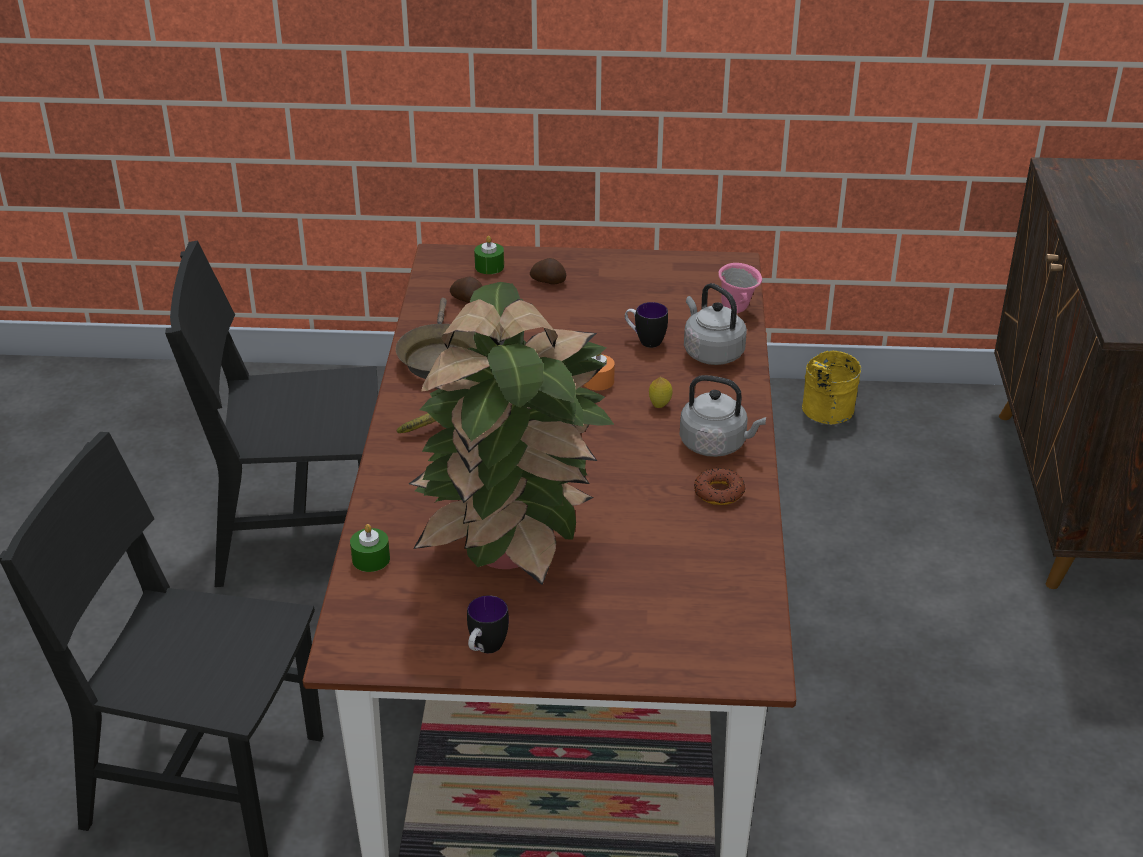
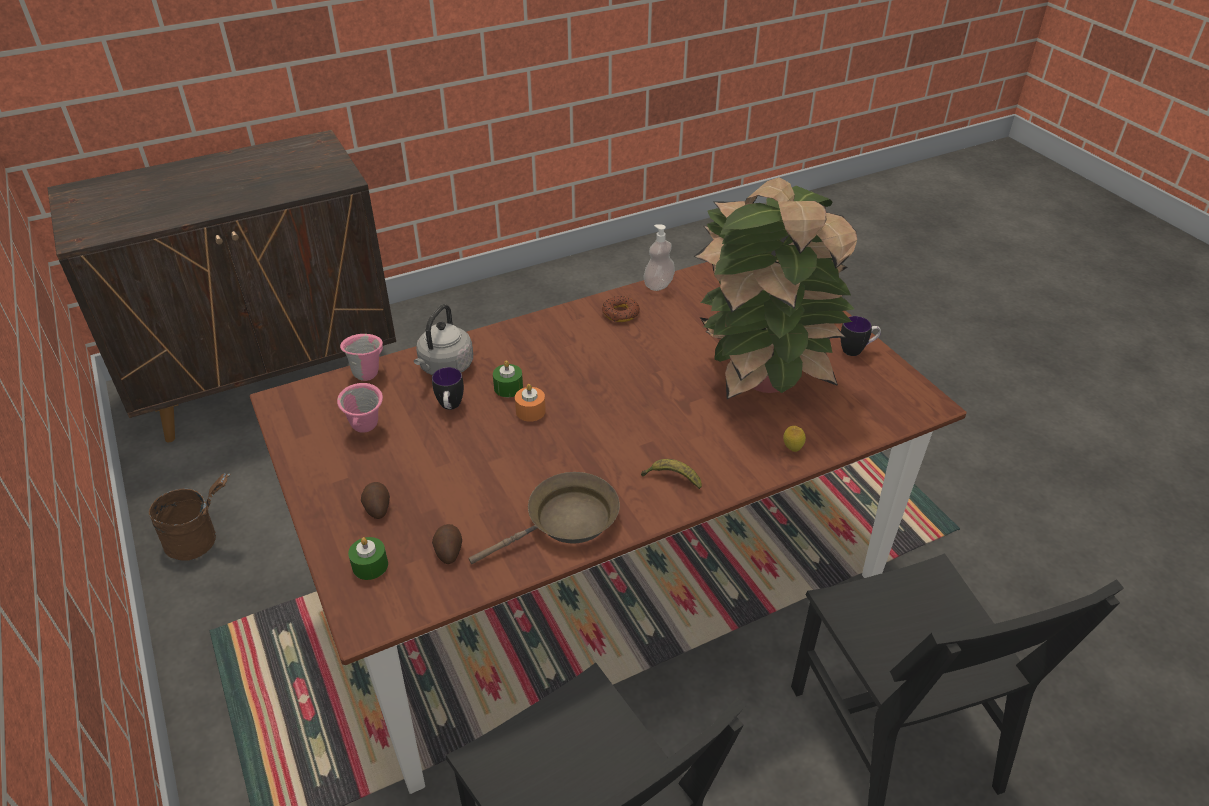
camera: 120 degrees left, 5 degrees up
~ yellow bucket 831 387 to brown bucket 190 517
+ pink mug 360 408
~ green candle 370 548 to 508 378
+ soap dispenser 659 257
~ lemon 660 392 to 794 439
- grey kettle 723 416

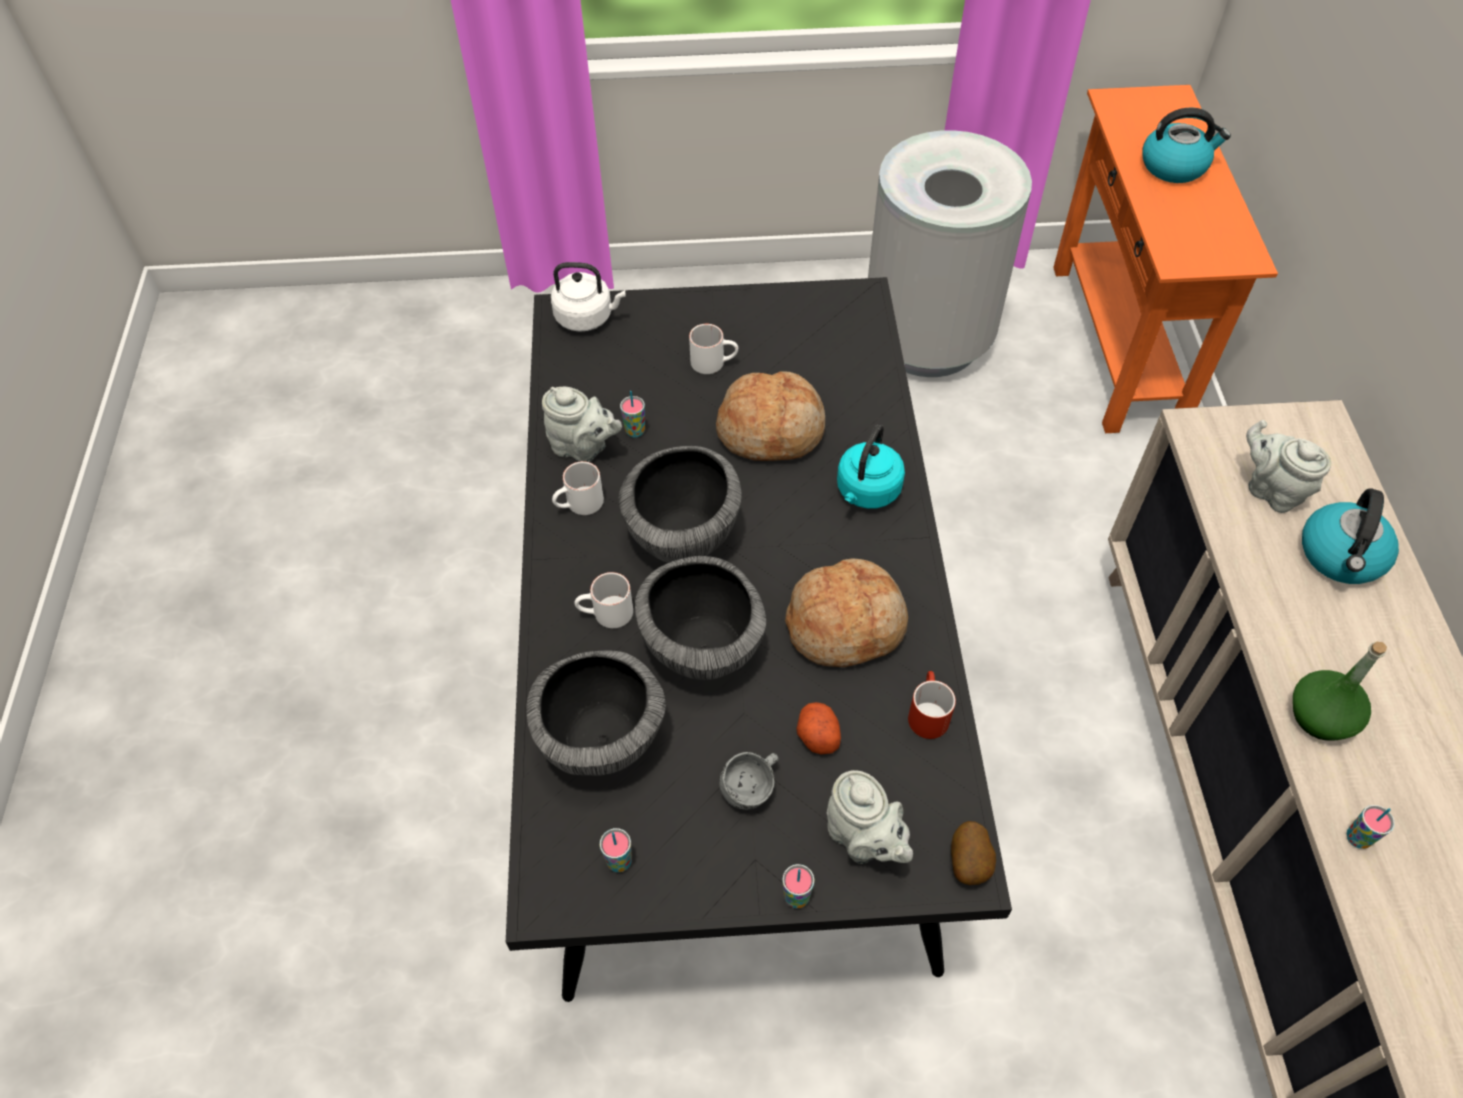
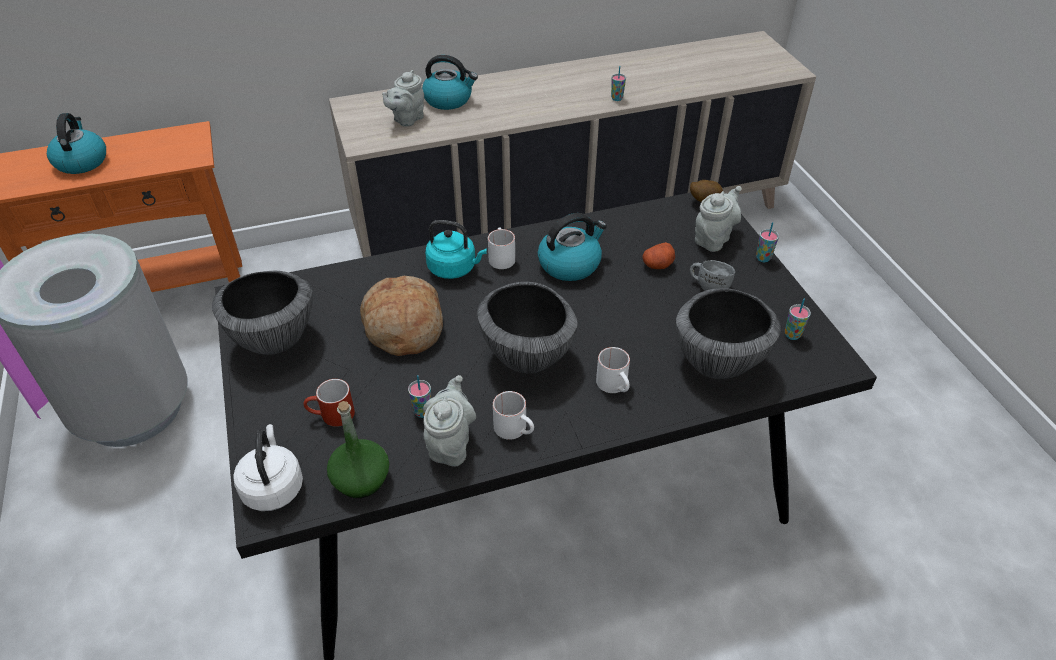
camera: 105 degrees left, 10 degrees down
~ bowl 700 618 to 262 313
~ red mug 932 705 to 329 403
~ green bottle 1340 691 to 358 449
~ white mug 713 349 to 501 248
~ bread 846 613 to kettle 572 247

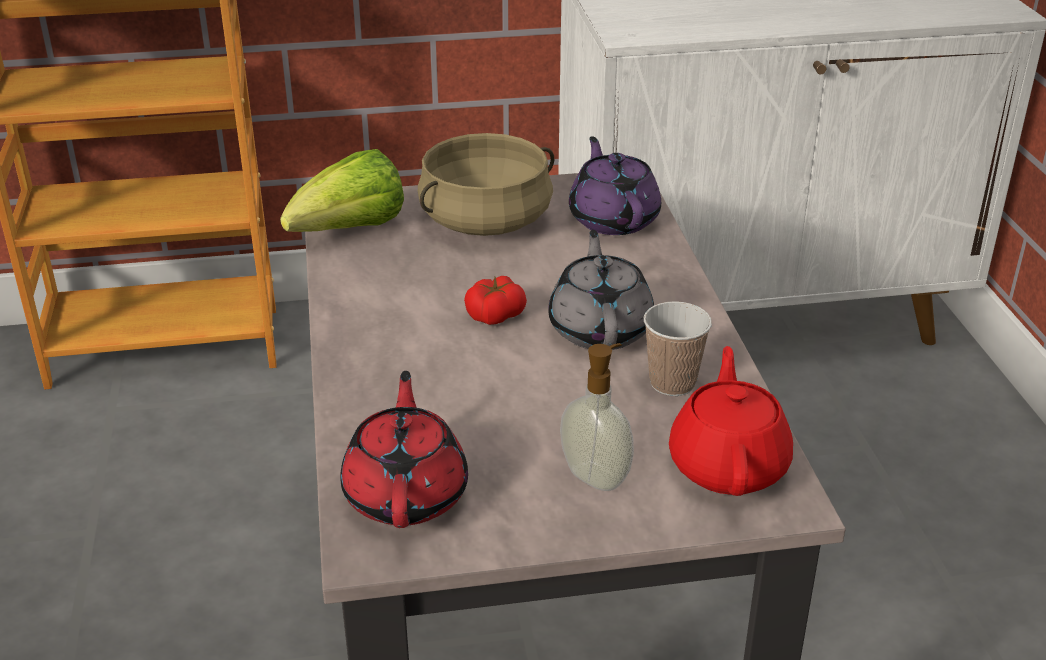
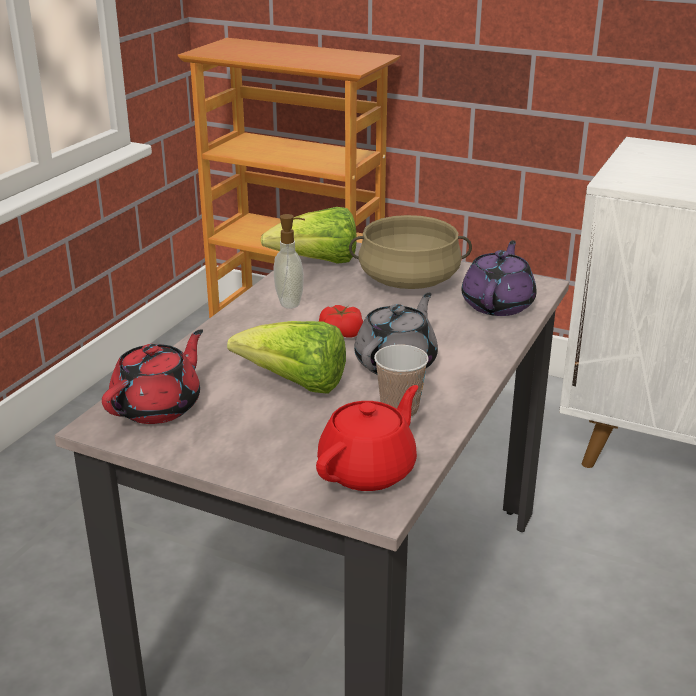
camera: 35 degrees right, 5 degrees down
+ lettuce 286 357
~ soap dispenser 597 417 to 289 261

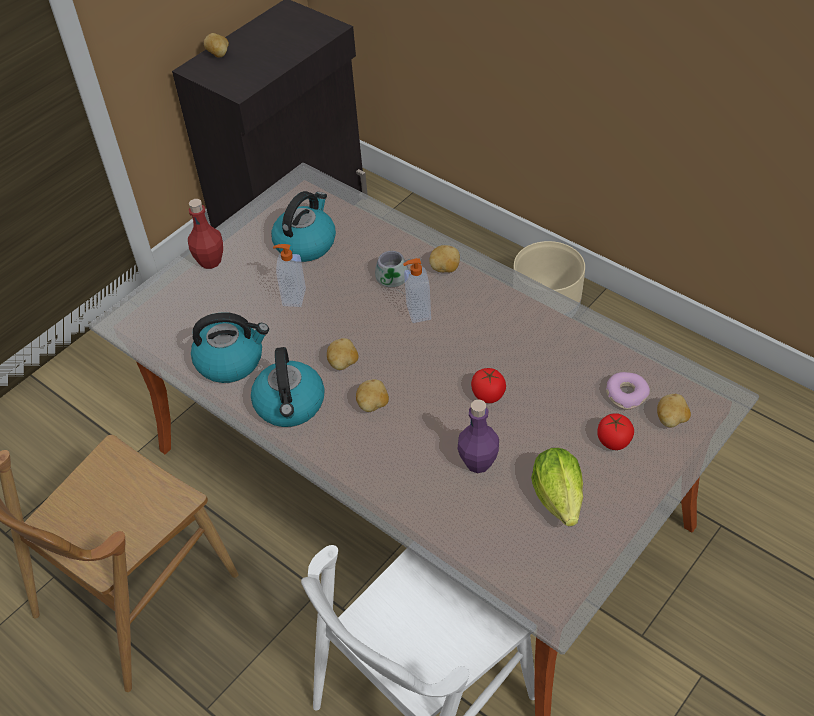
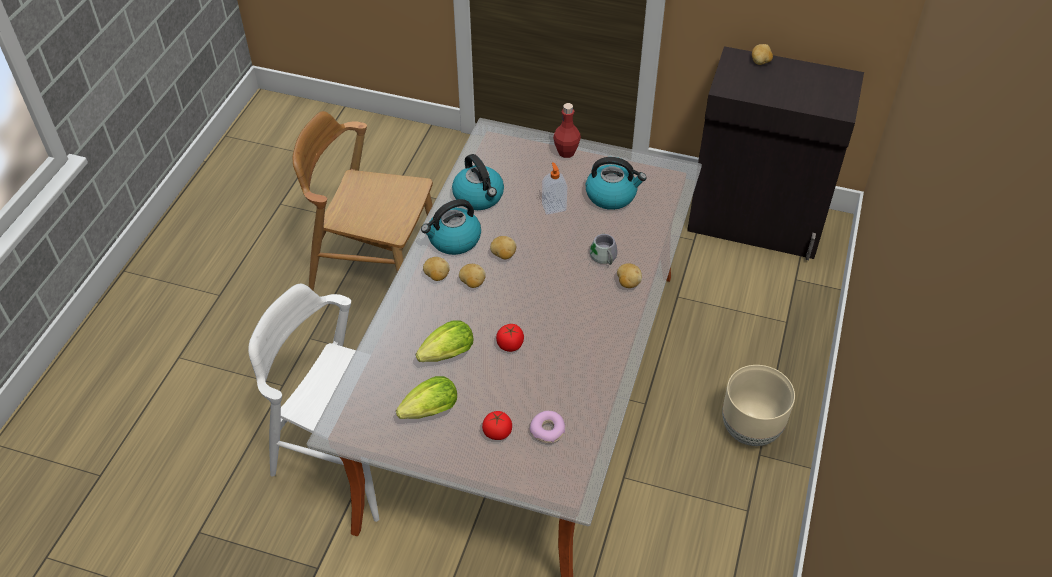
camera: 65 degrees right, 0 degrees up
~ purple bottle 478 436 to lettuce 444 341
~ potato 674 410 to 436 269
- soap dispenser 417 290

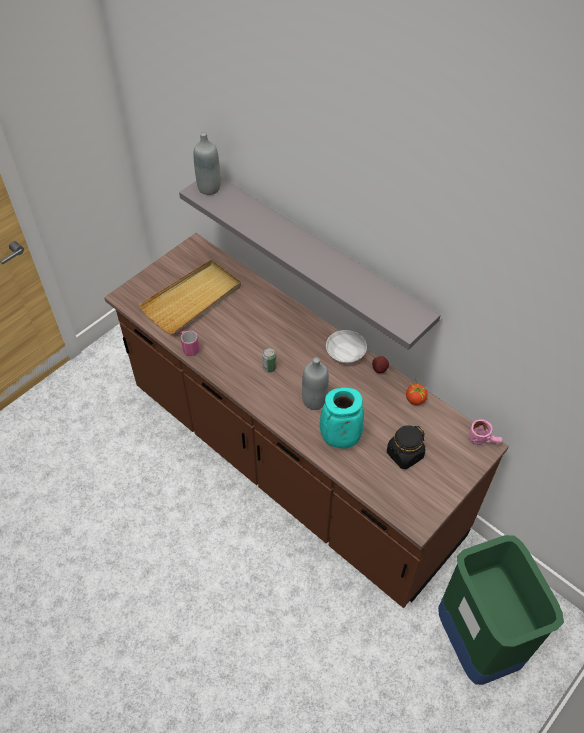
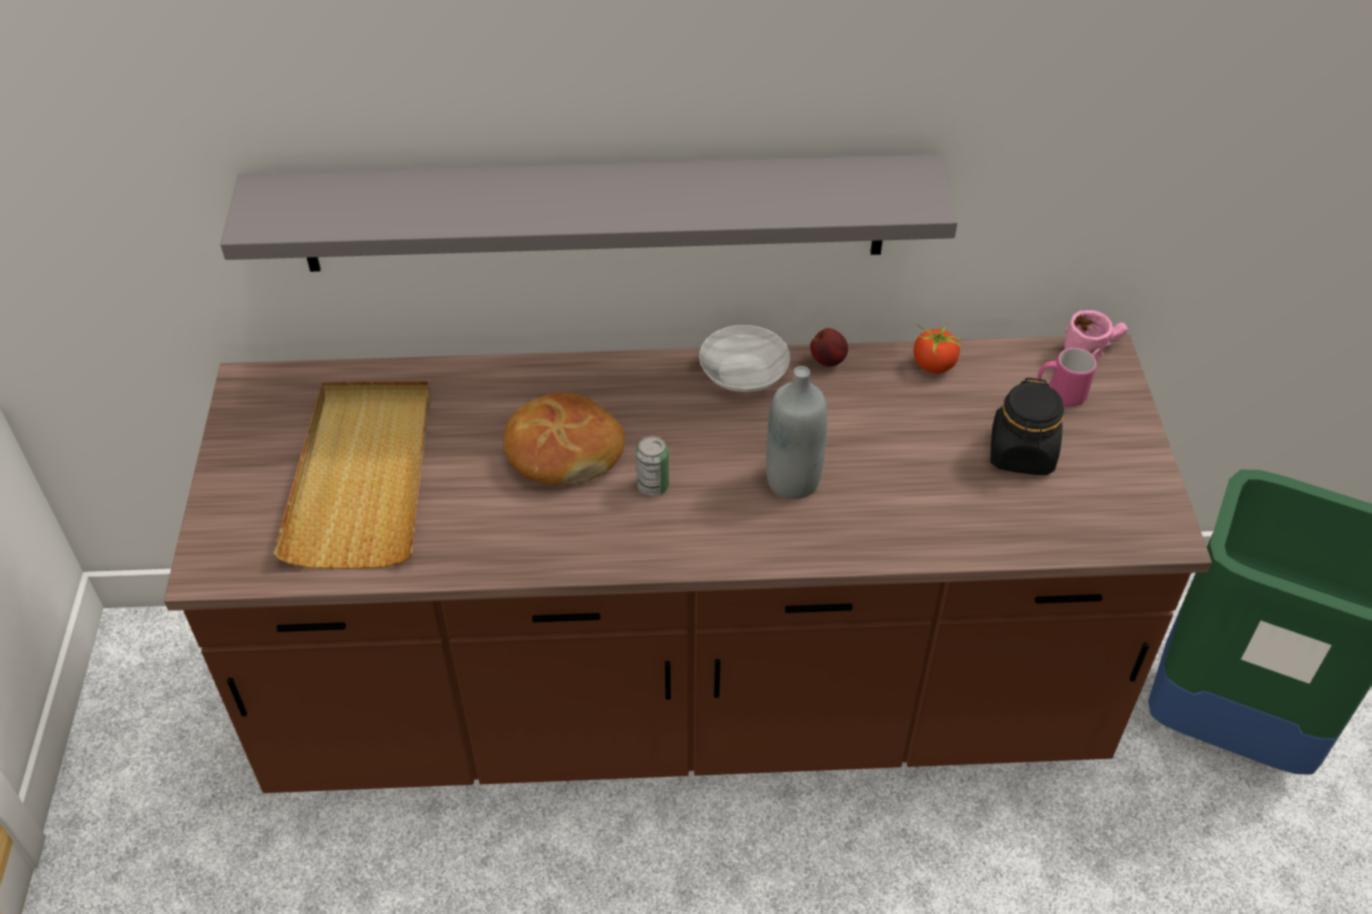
camera: 45 degrees left, 5 degrees down
+ bread 564 438
~ pink mug 190 343 to 1067 377
- grey bottle 207 163
- turquoise vase 342 418

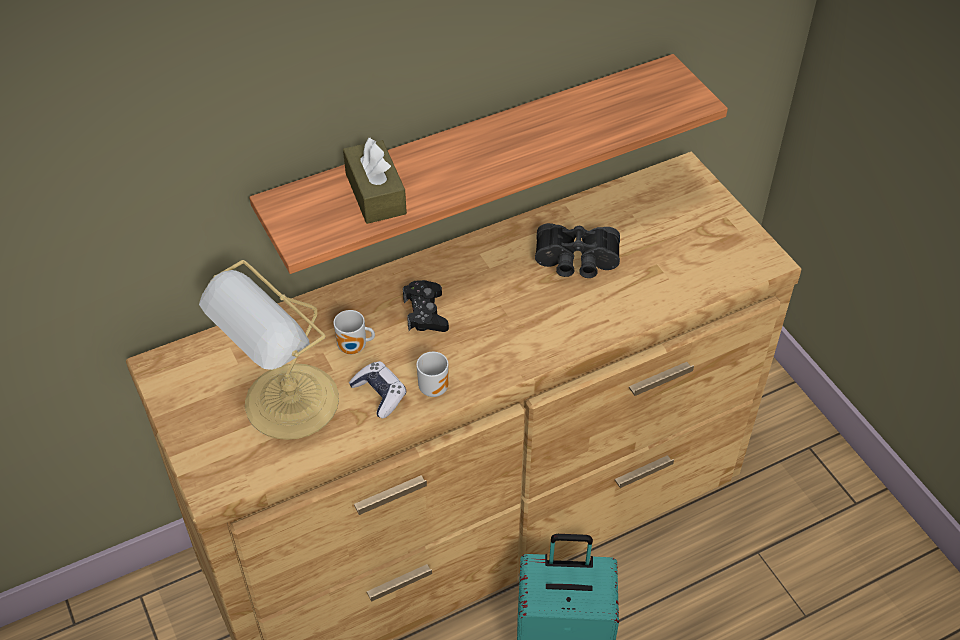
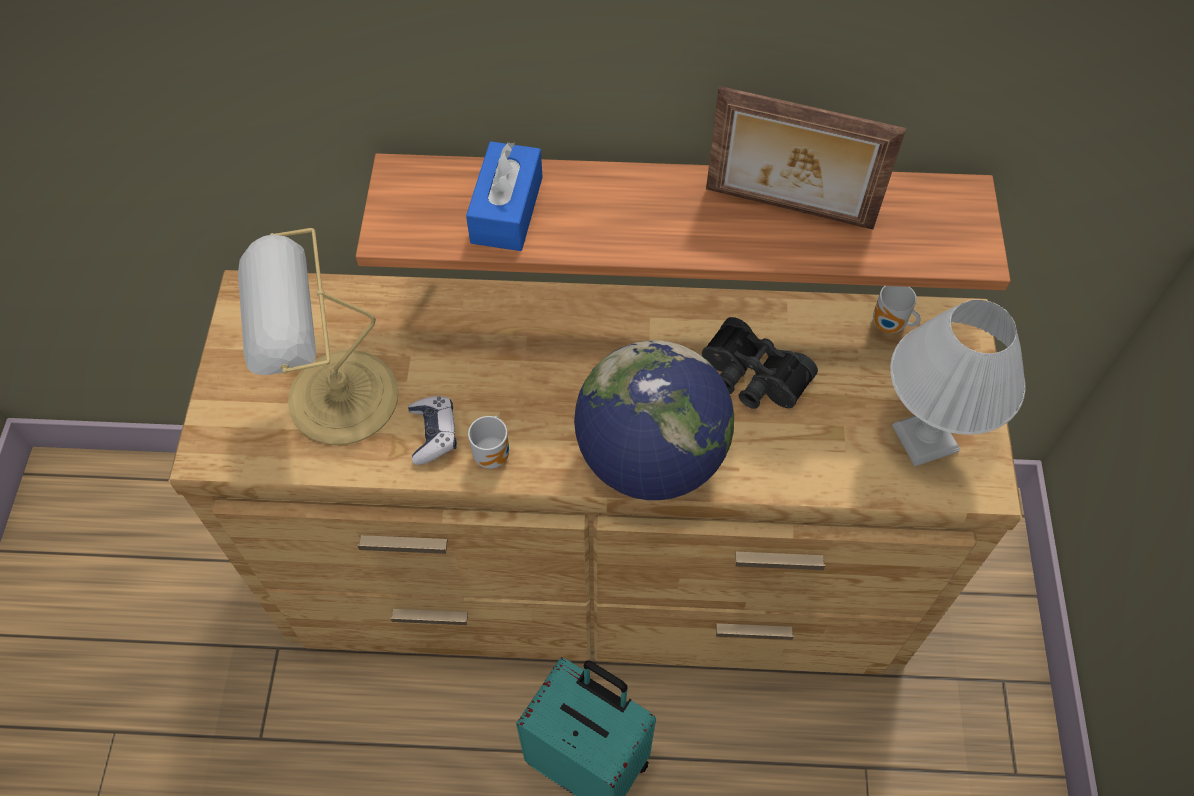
camera: 30 degrees right, 10 degrees up
~ brown tissue box 375 181 to blue tissue box 504 196
+ globe 654 420
+ picture frame 806 157
~ mug 354 332 to 897 309
+ white table lamp 957 383
- black game controller 426 306

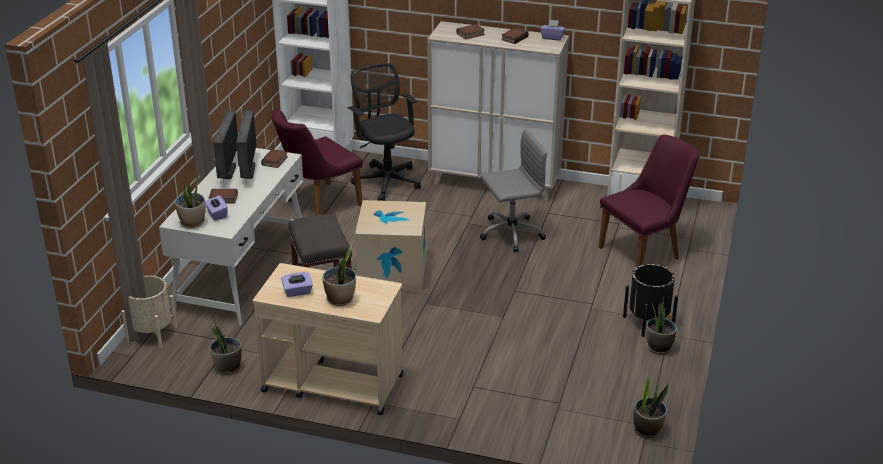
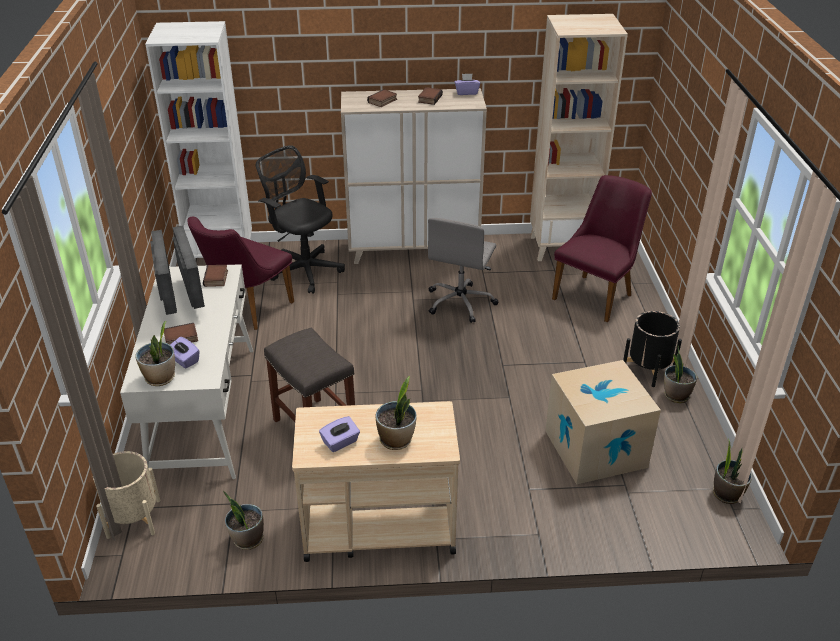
camera: 20 degrees left, 5 degrees up
~ grey office chair 513 190 = 463 270 150 degrees clockwise
~ cardboard box 391 245 to 603 422

